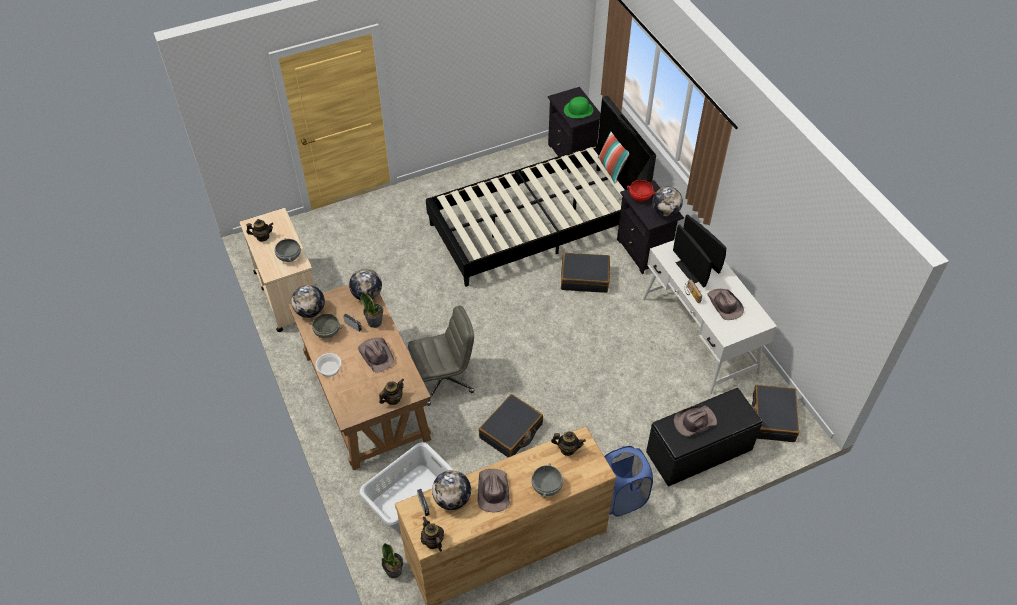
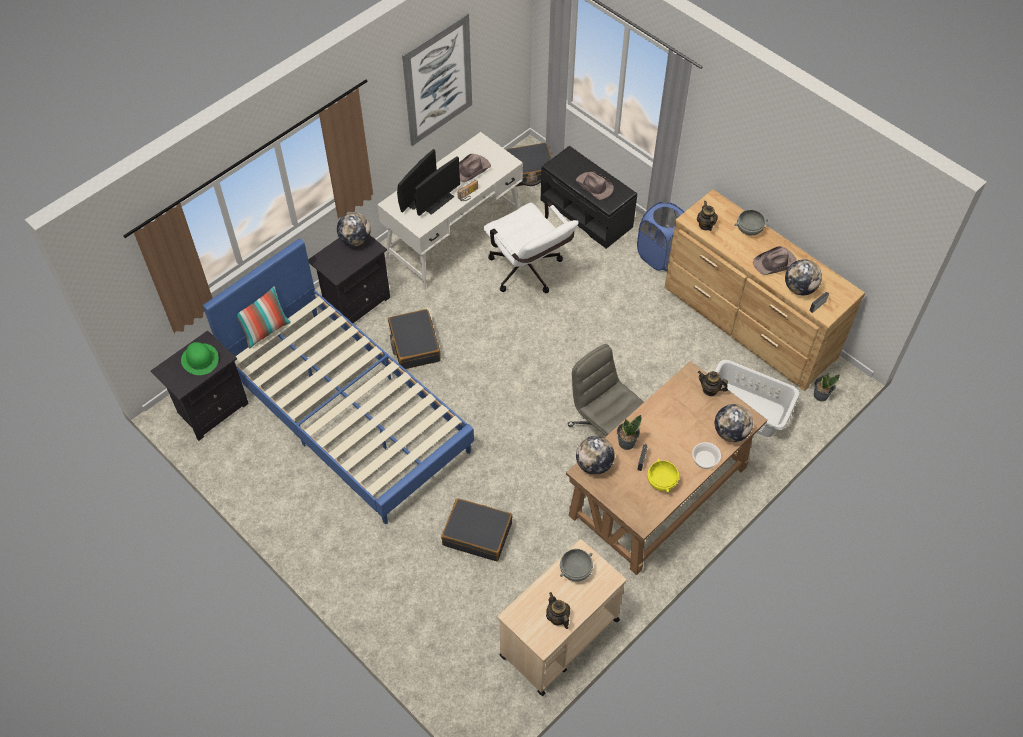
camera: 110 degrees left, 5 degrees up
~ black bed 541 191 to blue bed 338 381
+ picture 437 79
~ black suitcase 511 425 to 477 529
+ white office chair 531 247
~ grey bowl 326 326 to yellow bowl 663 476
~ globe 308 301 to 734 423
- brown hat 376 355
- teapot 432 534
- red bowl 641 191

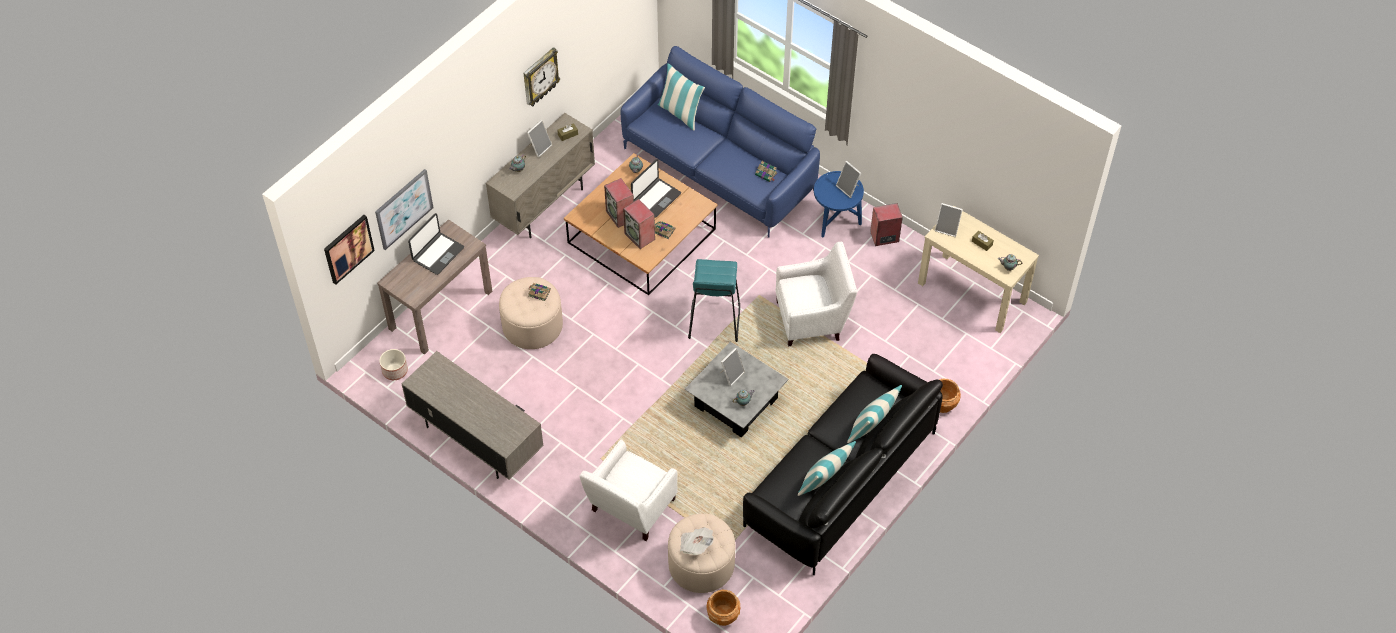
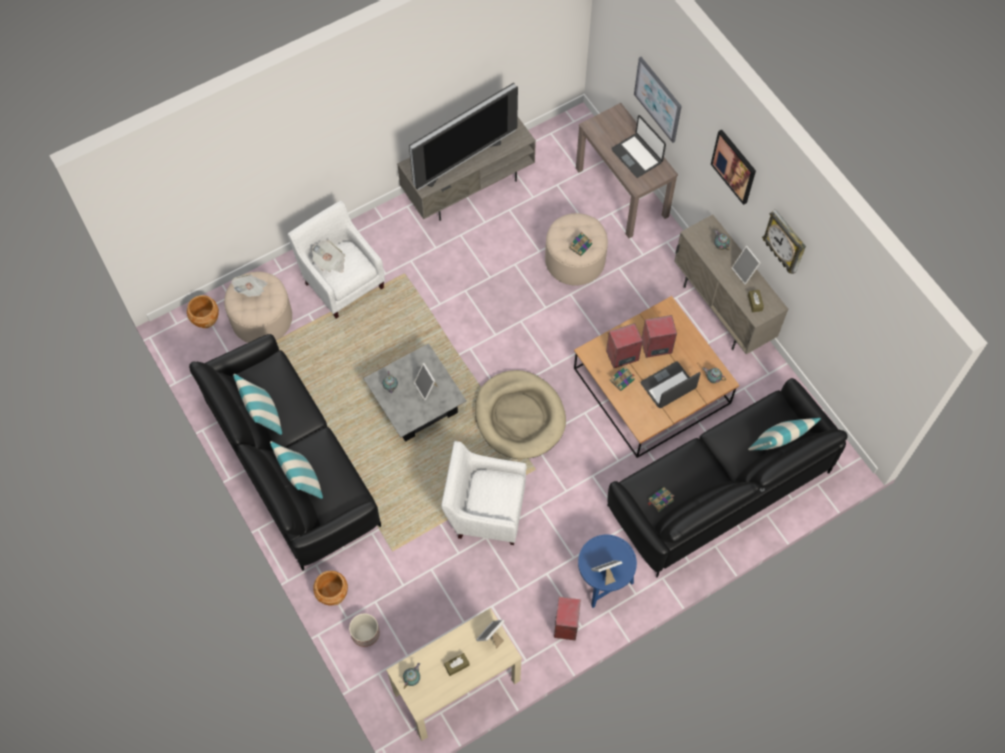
camera: 110 degrees right, 10 degrees up
+ newspaper 328 256
~ planter 393 364 to 364 630
+ television 463 136
~ white armchair 816 294 = 484 493 90 degrees clockwise
~ turquoise stool 714 300 to beige dog bed 520 414
~ blue sofa 720 141 to black sofa 727 478
~ laptop 656 188 = 670 384 90 degrees clockwise
~ picture 349 250 to 733 167

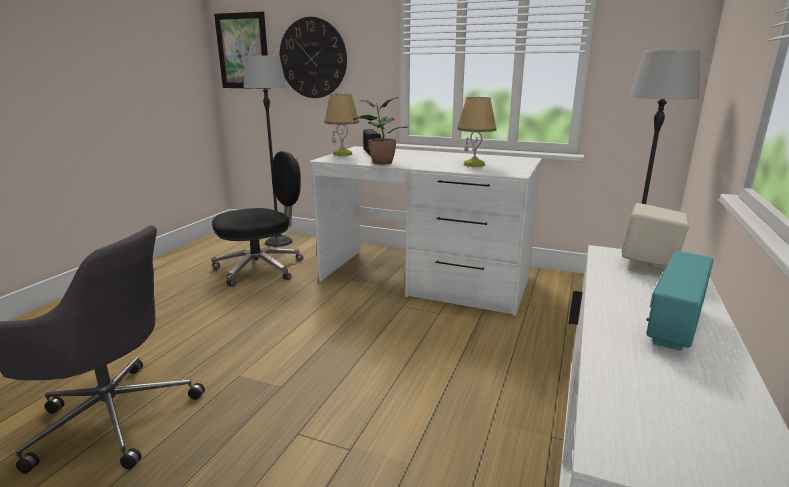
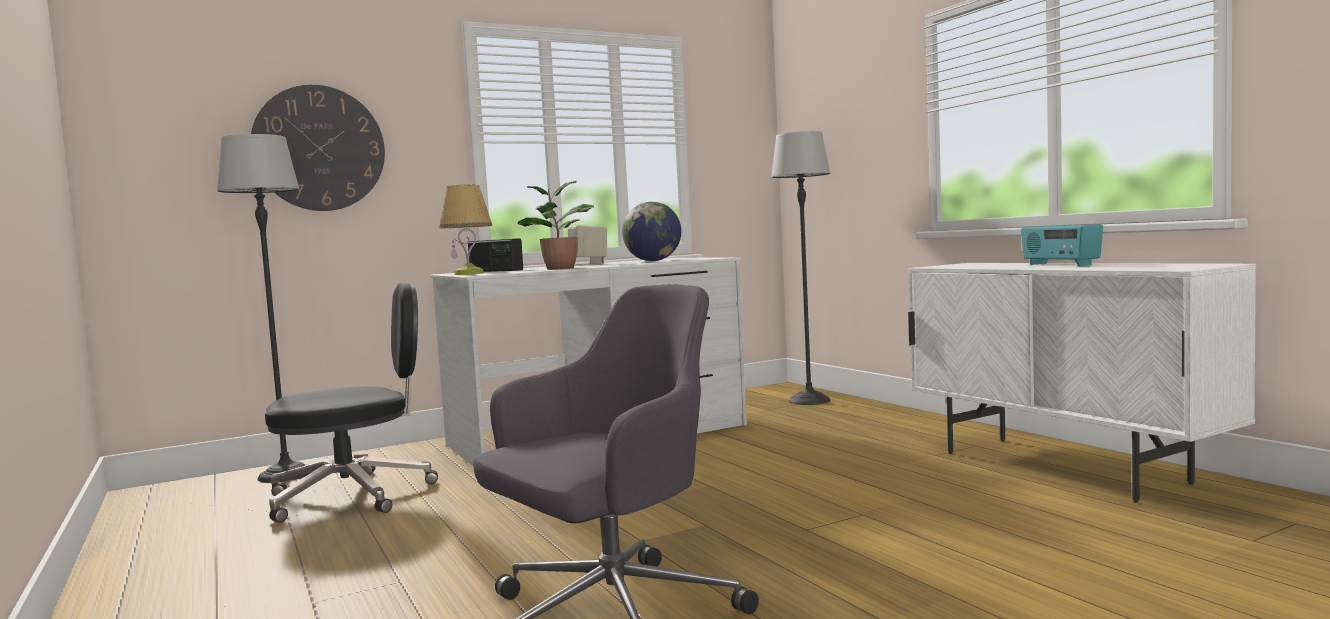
camera: 50 degrees left, 15 degrees down
~ black office chair 257 219 = 351 402 60 degrees clockwise
~ beige speaker 655 239 to 587 245
~ table lamp 476 132 to globe 651 231
- picture 242 50

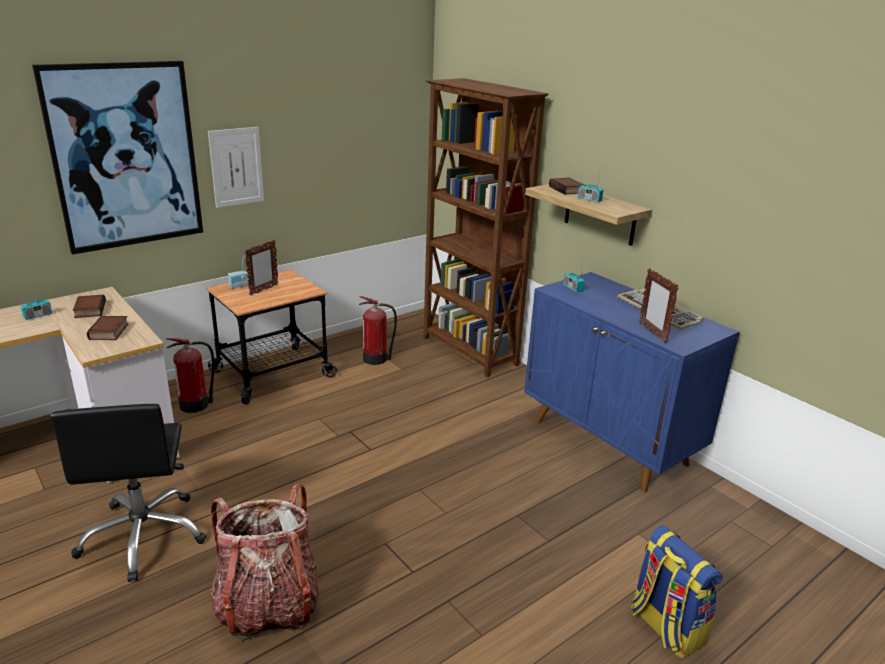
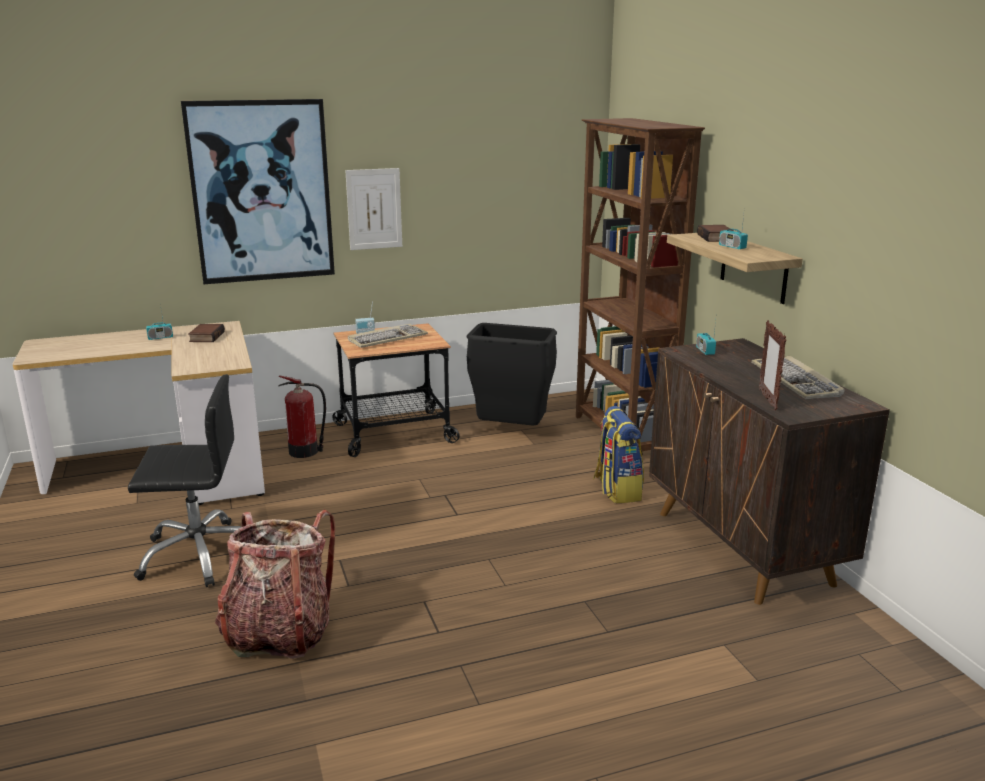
camera: 20 degrees right, 5 degrees down
~ black office chair 128 493 = 184 480 105 degrees counterclockwise
~ picture frame 261 268 to keyboard 388 336
~ fire extinguisher 378 330 to black trash can 512 374
~ backpack 677 592 to 618 454
~ blue cabinet 632 382 to brown cabinet 769 471
- book 107 328

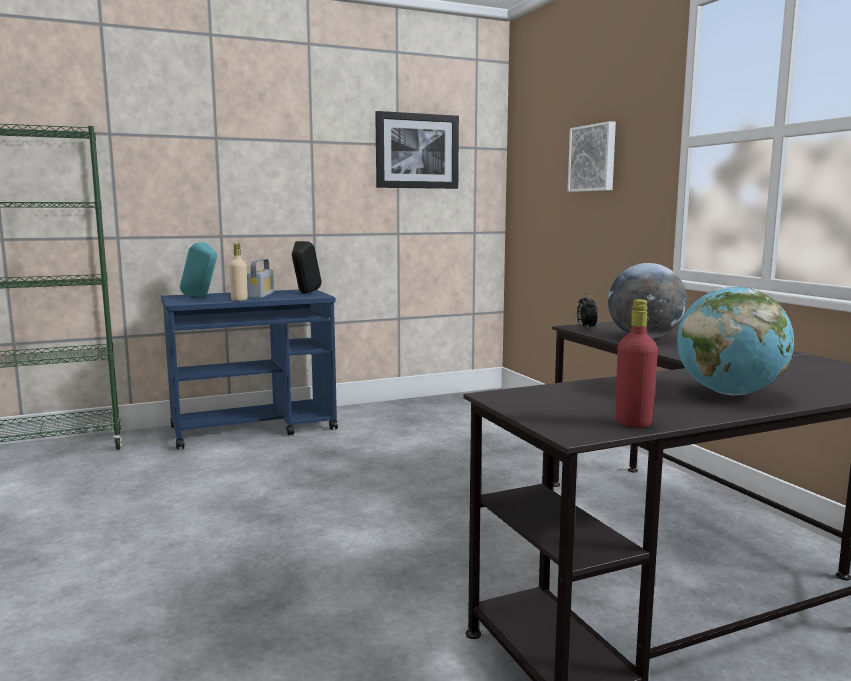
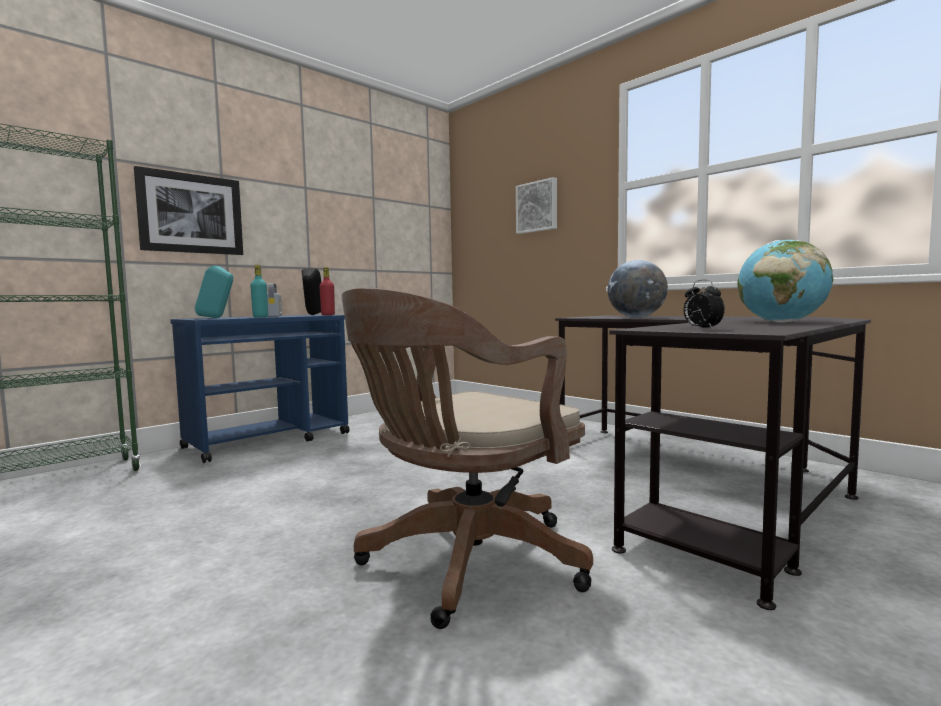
camera: 20 degrees left, 5 degrees down
~ picture 417 150 to 188 210
~ beige bottle 238 272 to turquoise bottle 259 291
~ red bottle 636 363 to 327 291
+ brown office chair 467 458
~ alarm clock 587 311 to 704 304

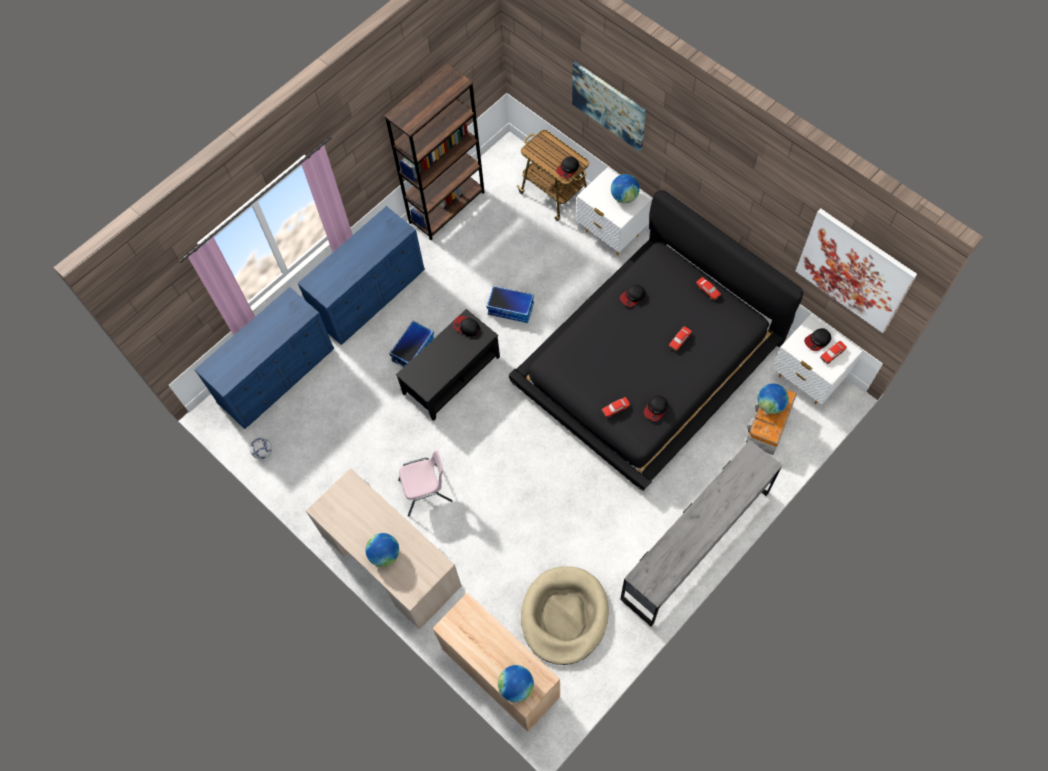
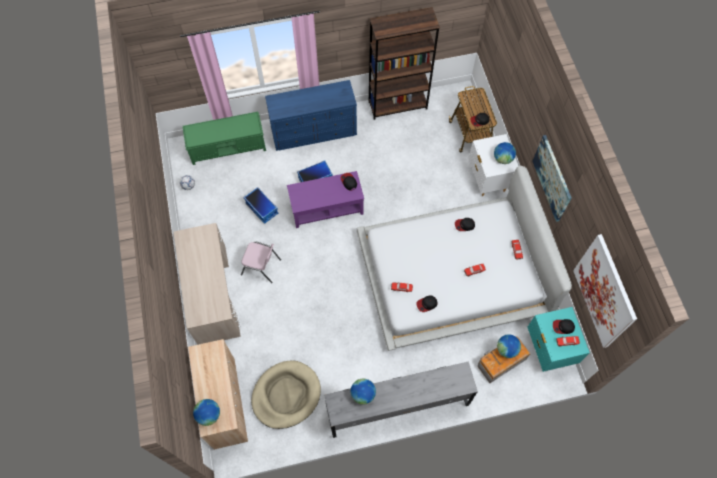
camera: 30 degrees right, 0 degrees up
~ blue dresser 264 358 to green bench 224 138
~ storage box 510 304 to 260 205
~ black coffee table 448 365 to purple coffee table 325 199
~ globe 382 550 to 363 392
~ black bed 655 340 to white bed 464 258
~ white nightstand 817 359 to turquoise nightstand 558 339
~ picture 609 106 to 551 178

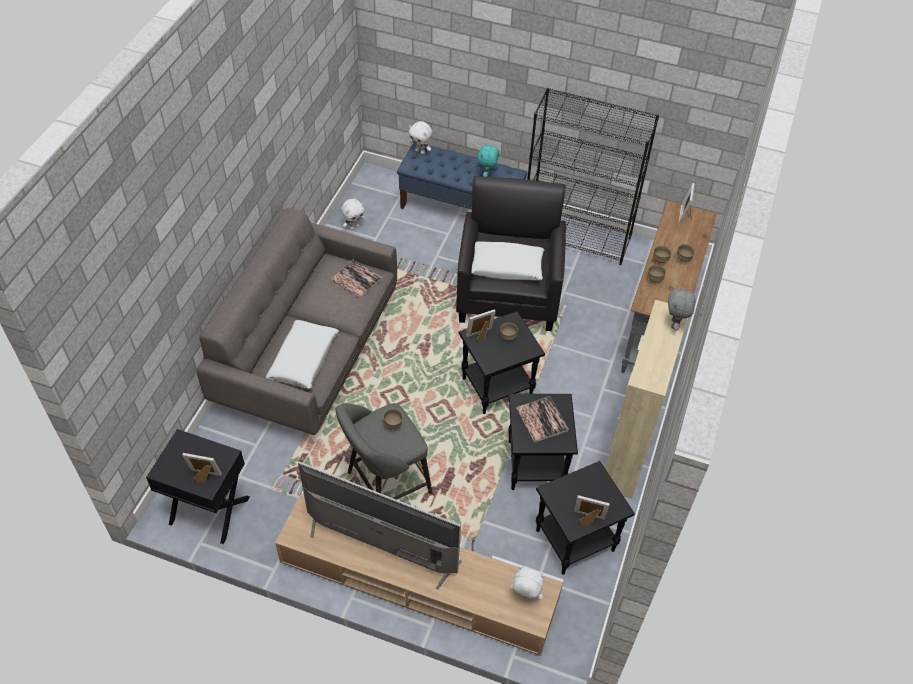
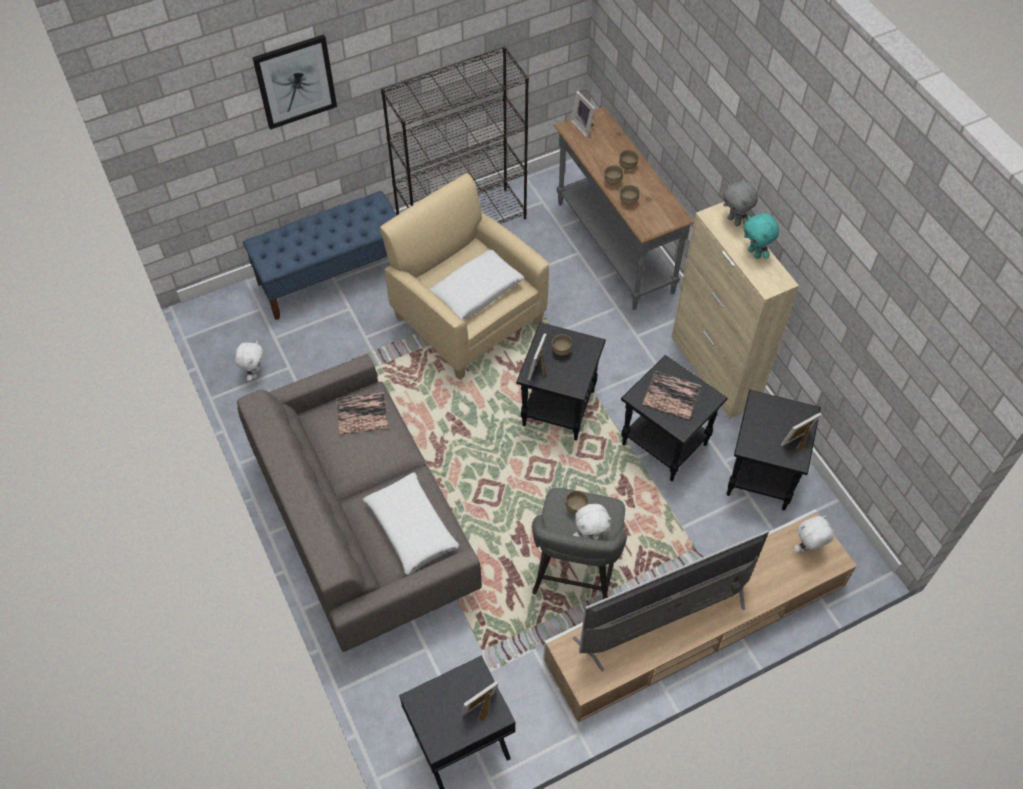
camera: 45 degrees left, 5 degrees up
+ picture 294 82
~ black armchair 511 253 to beige armchair 464 276
~ white plush toy 420 137 to 592 522
~ turquoise plush toy 488 160 to 761 236

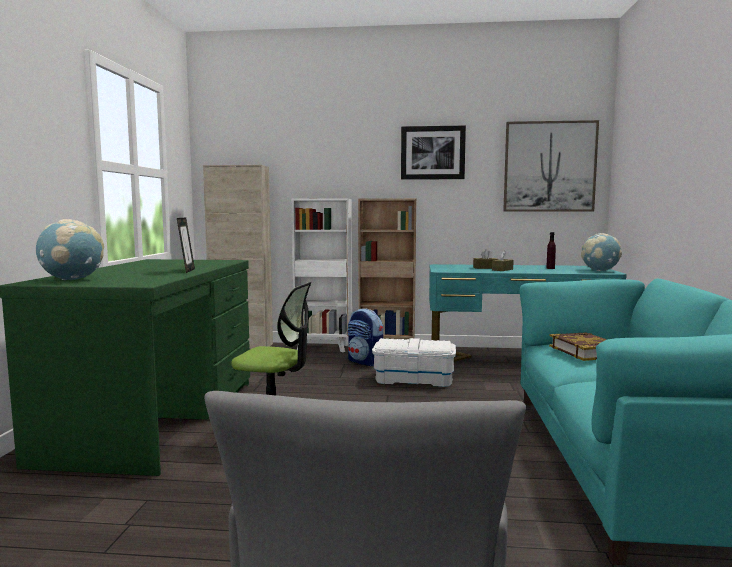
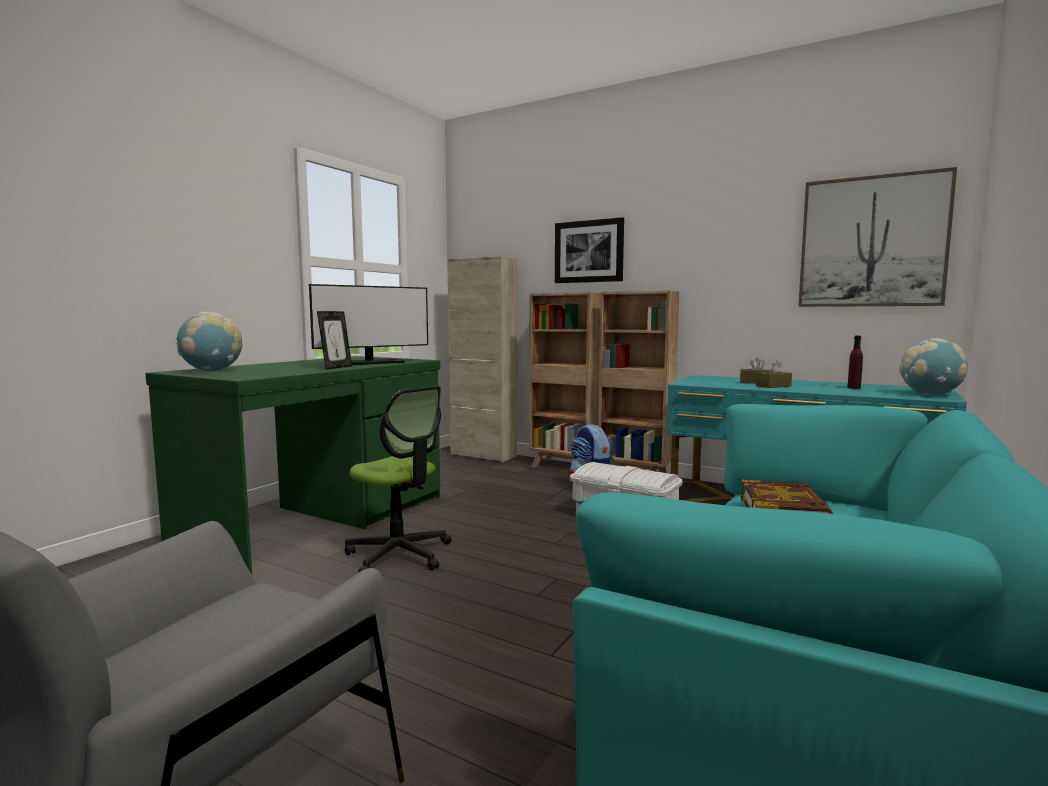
camera: 25 degrees right, 0 degrees up
+ monitor 368 324
~ white bookcase 322 275 to brown bookcase 565 380
~ picture 433 153 to 589 250

